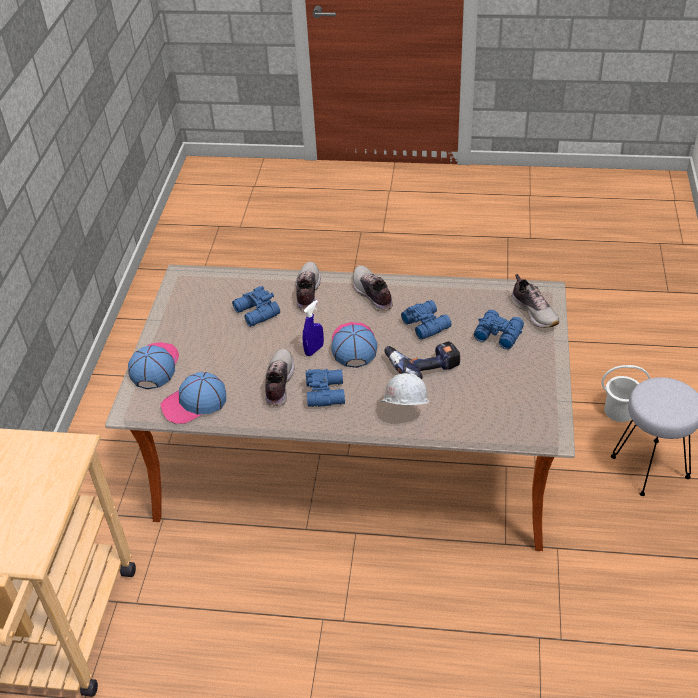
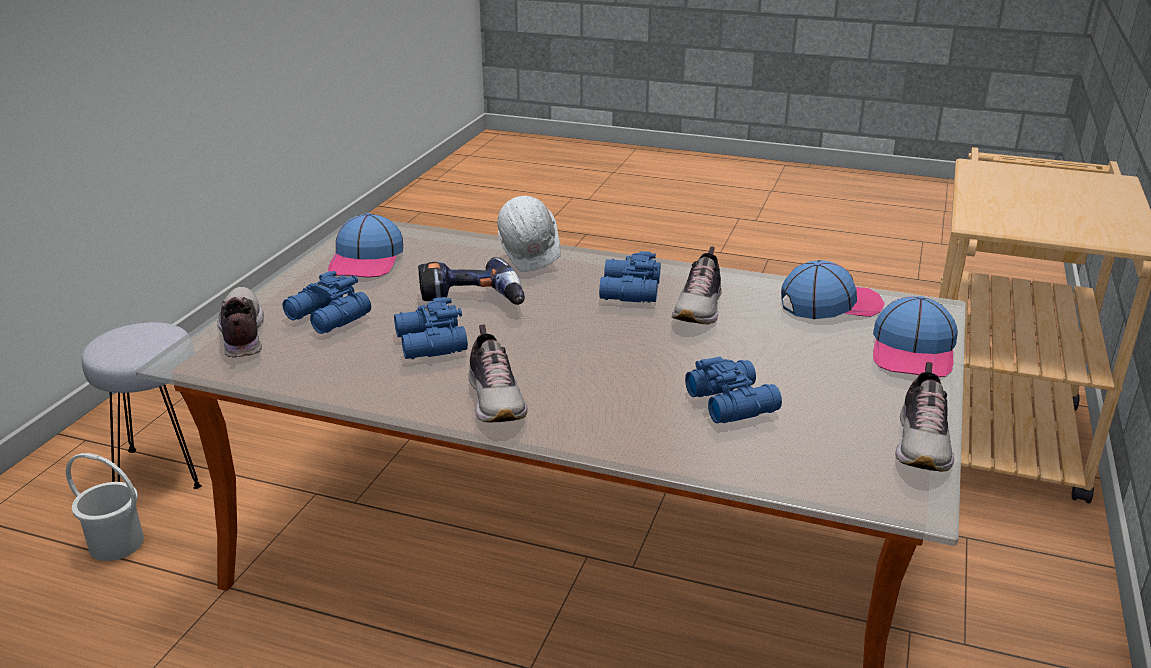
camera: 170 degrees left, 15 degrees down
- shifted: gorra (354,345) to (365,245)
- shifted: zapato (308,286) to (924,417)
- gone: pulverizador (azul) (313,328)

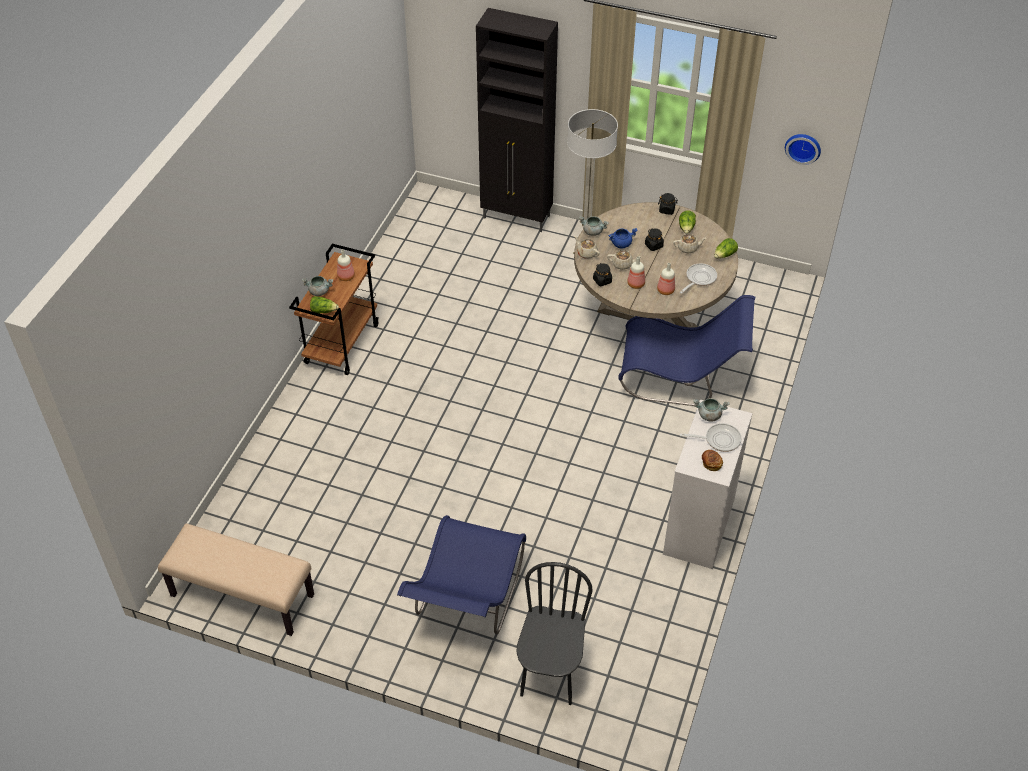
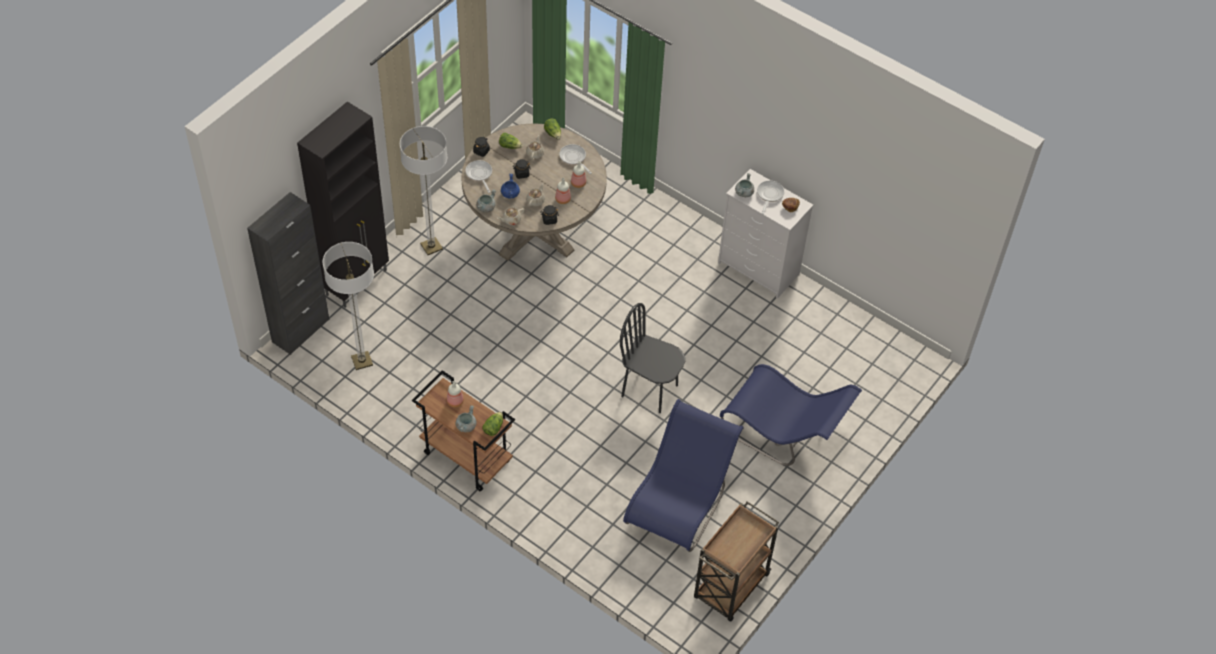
camera: 75 degrees left, 5 degrees up
- new: armario (negro) (288,273)
- new: lámpara de pie (348,306)
- new: sartén (479,176)
- shifted: silla (negro) (554,633) to (652,358)
- shifted: silla (azul) (687,350) to (683,475)
- swapped: banco (beis) (236,579) to carrito (marrón) (736,561)
- gone: reloj de pared (803,149)

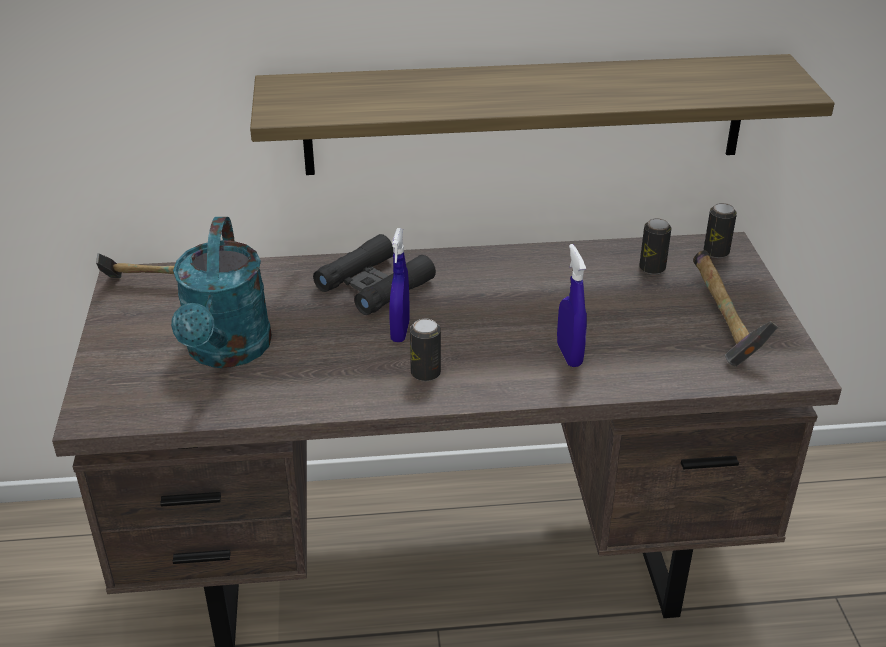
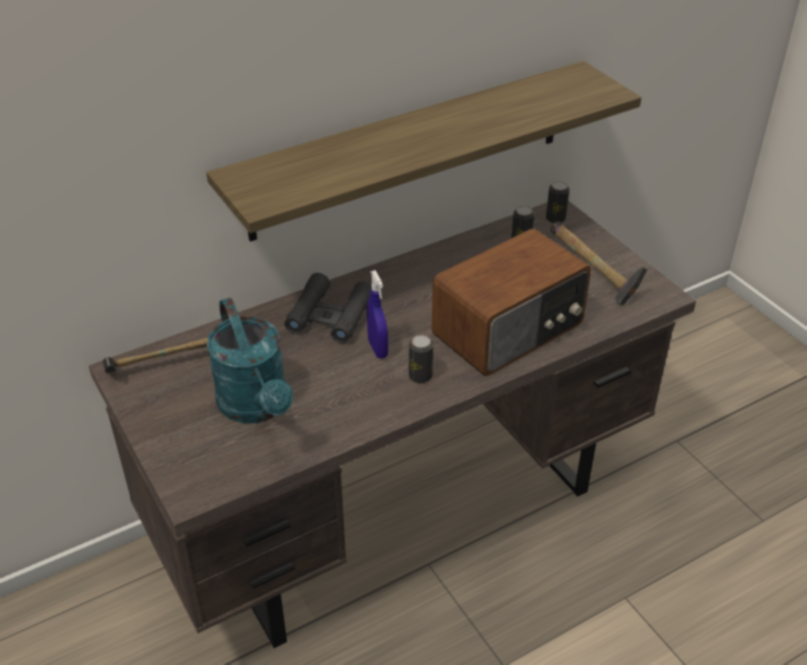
camera: 25 degrees left, 5 degrees up
- swapped: pulverizador (azul) (572,305) to radio (511,302)

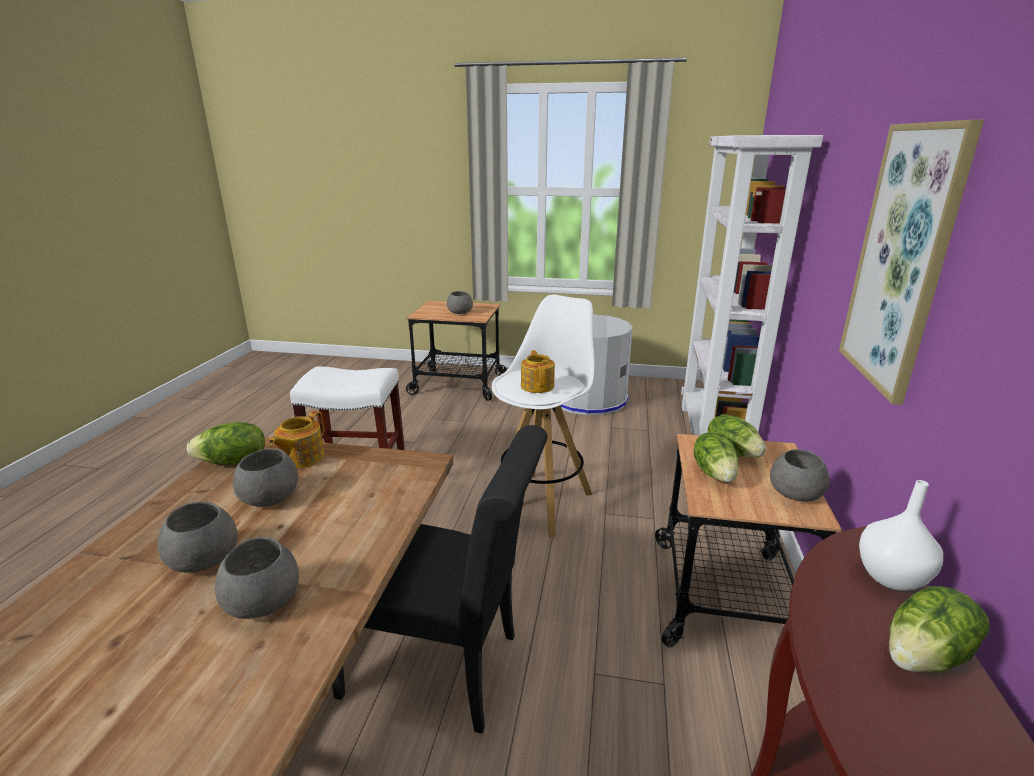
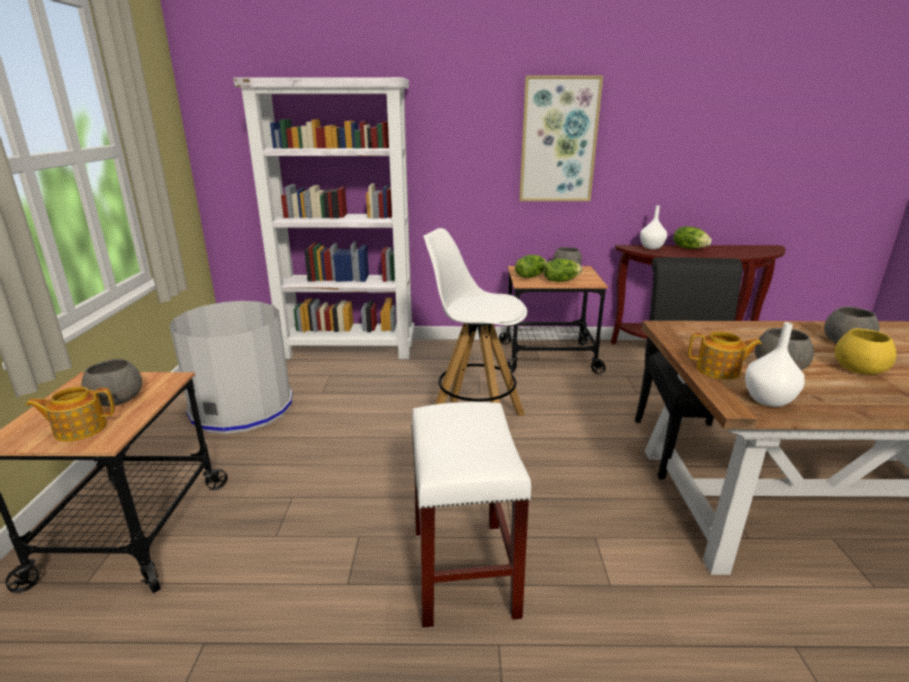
camera: 100 degrees left, 0 degrees up
- shifted: tetera (538,371) to (70,414)
- swapped: lechuga (226,443) to florero (blanco) (774,364)
- repainted: cuenco (gris) (197,537) to cuenco (amarillo) (865,351)

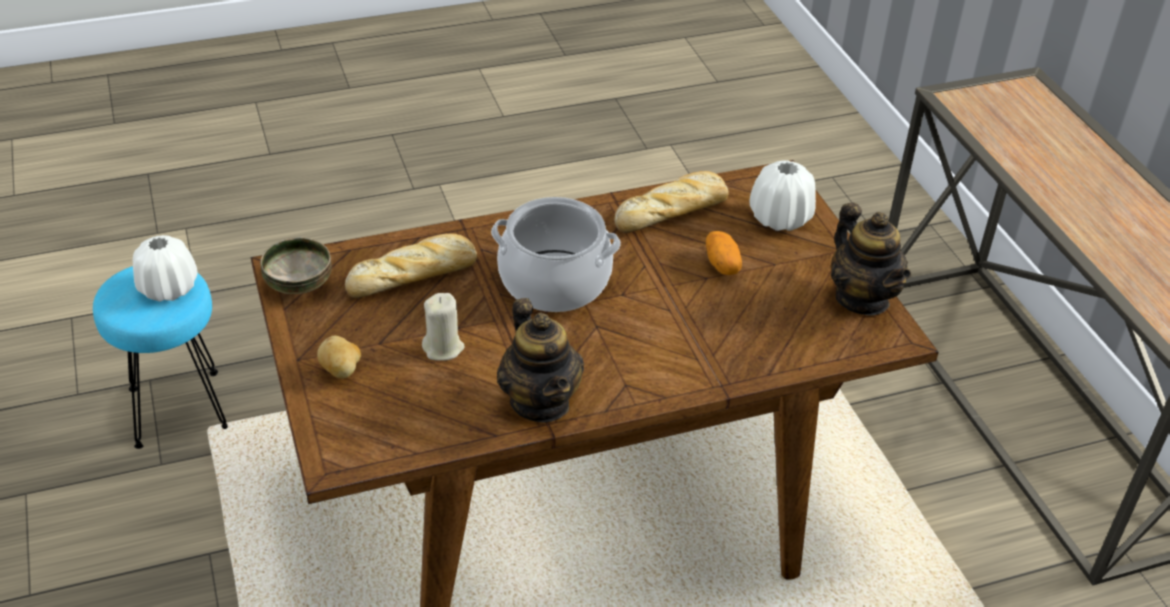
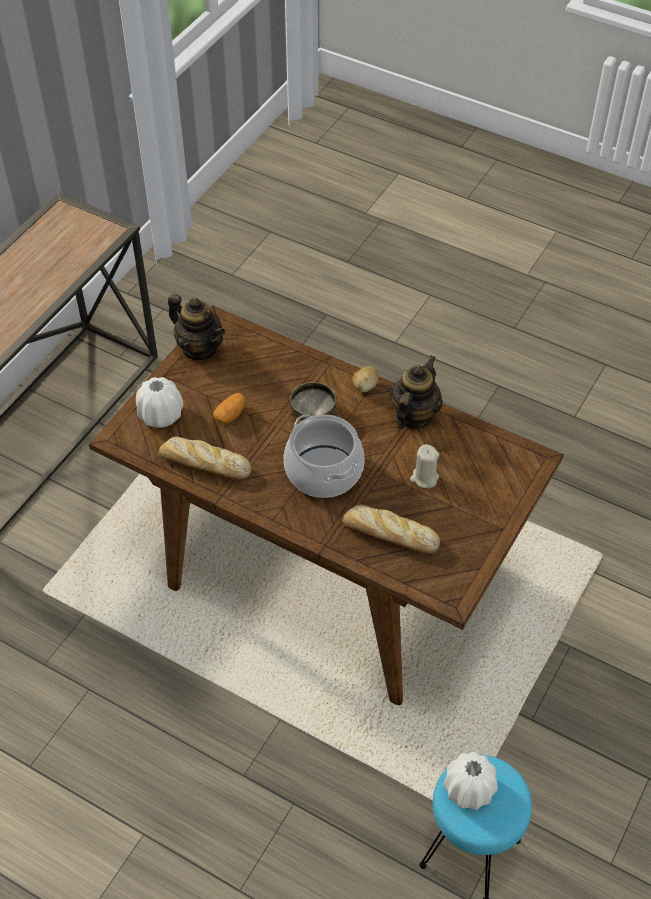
camera: 130 degrees left, 10 degrees up
- rotated: tetera (871,258) = (196,327) 105 degrees clockwise
- shifted: cuenco (296,265) to (313,401)
- shifted: patata (339,357) to (365,379)

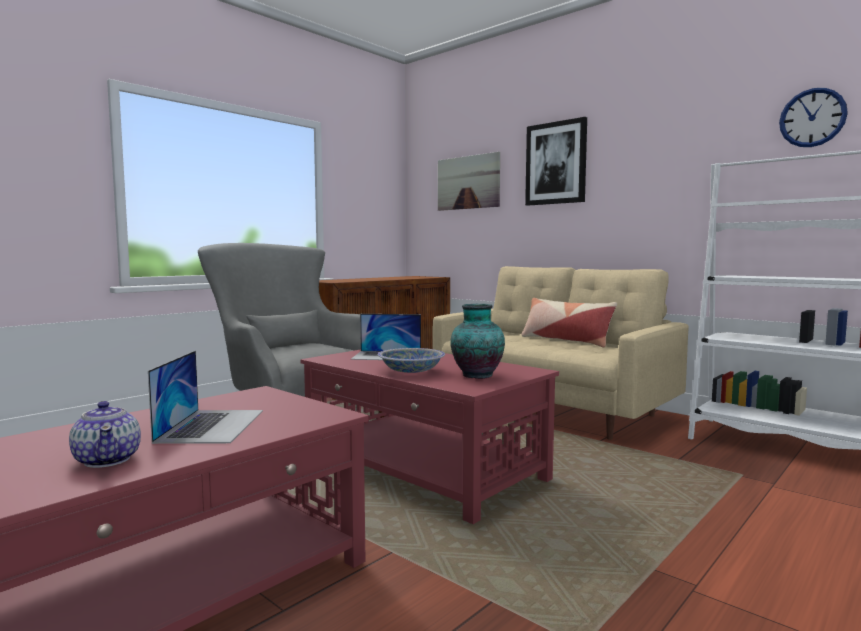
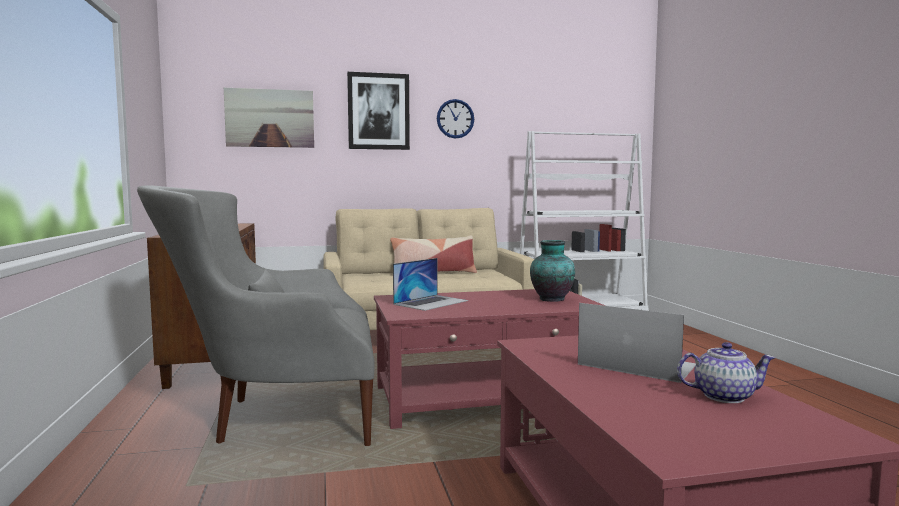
camera: 55 degrees left, 0 degrees up
- shifted: reloj de pared (813,117) to (455,119)
- gone: cuenco (411,360)

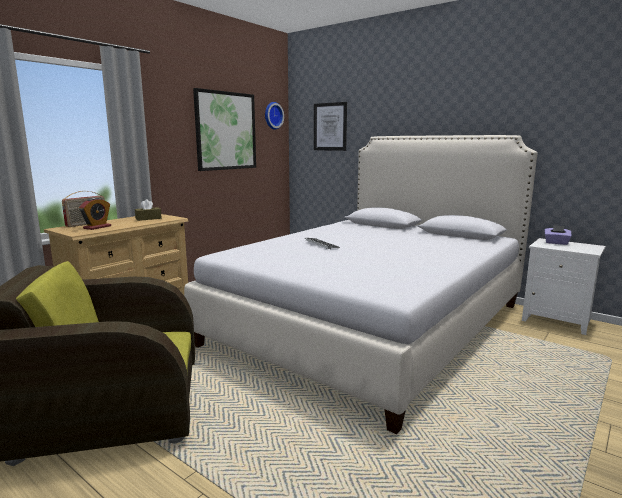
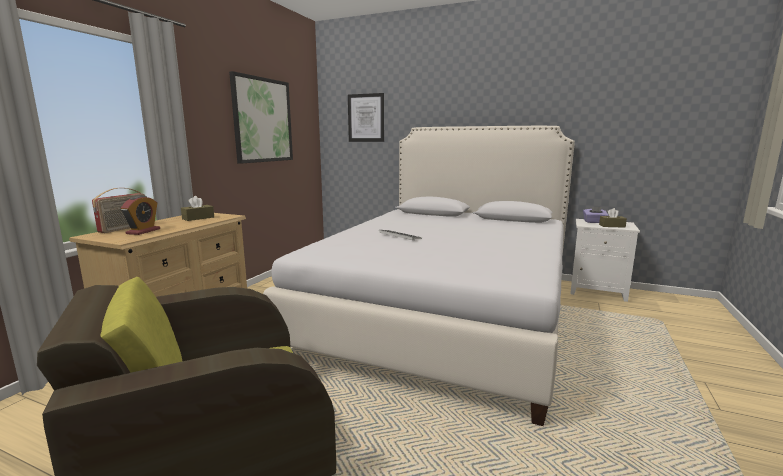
camera: 15 degrees left, 0 degrees up
- new: caja de pañuelos (marrón) (613,218)
- gone: reloj de pared (274,116)

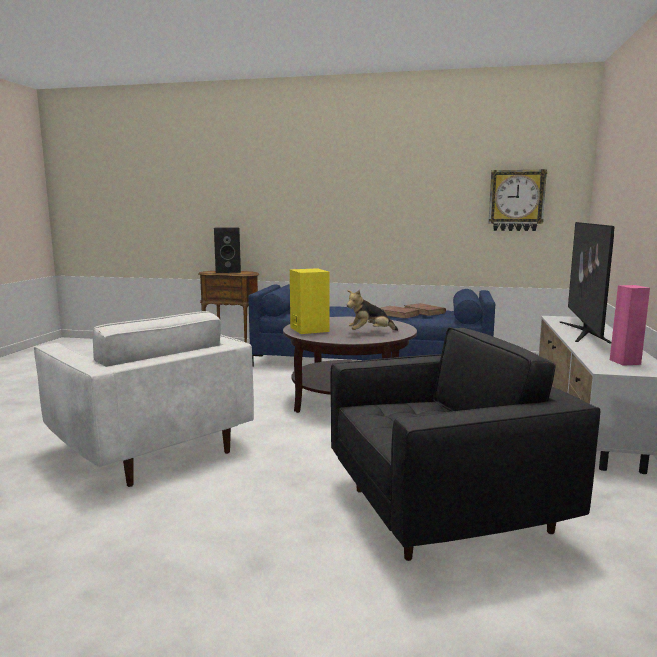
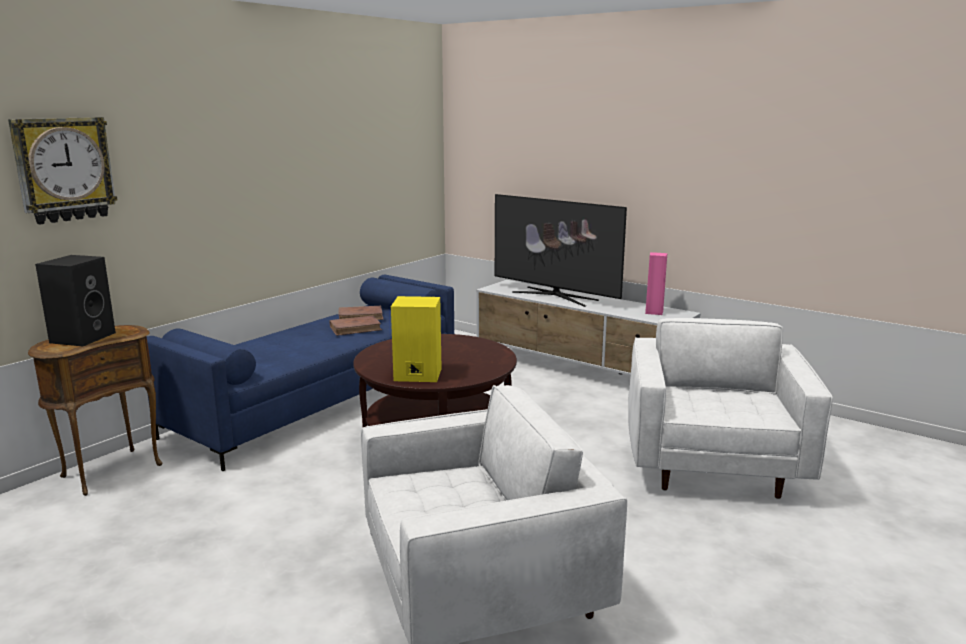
camera: 65 degrees left, 5 degrees up
- shifted: reloj de pared (517,200) to (62,170)
- repainted: sillón (negro) (465,444) to sillón (blanco) (730,408)
- gone: peluche (372,310)

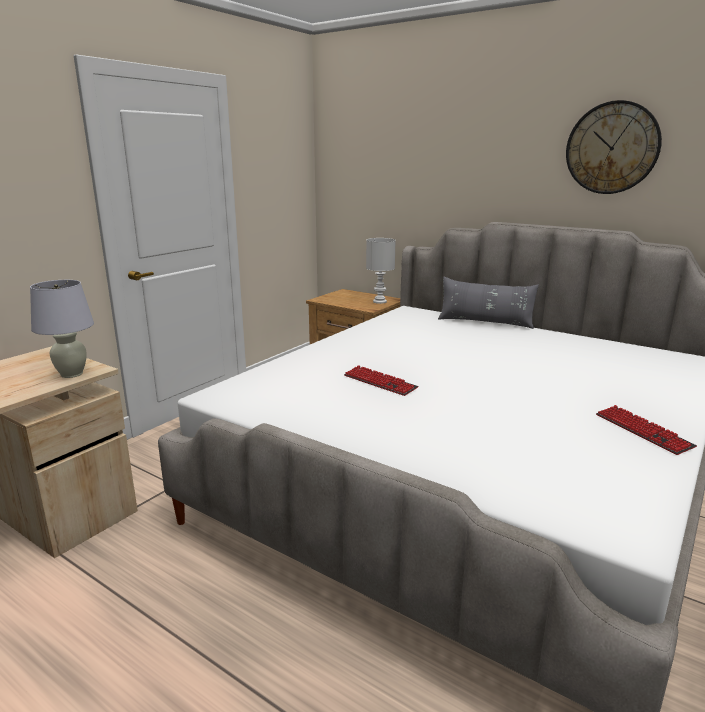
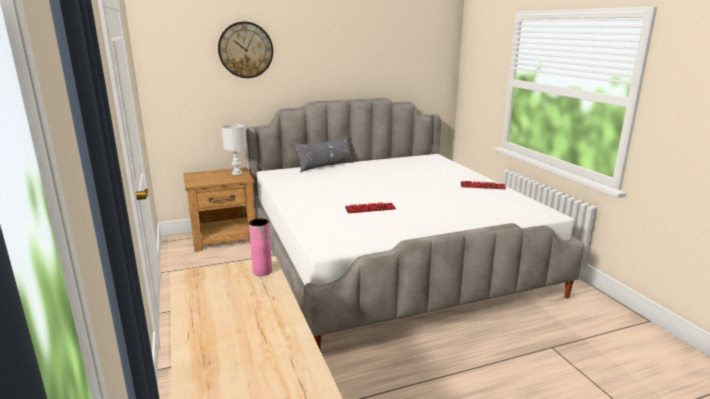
camera: 55 degrees left, 0 degrees up
- shifted: reloj de pared (614,147) to (245,50)
- swapped: lámpara de mesa (blanco) (62,329) to florero (rosa) (260,247)

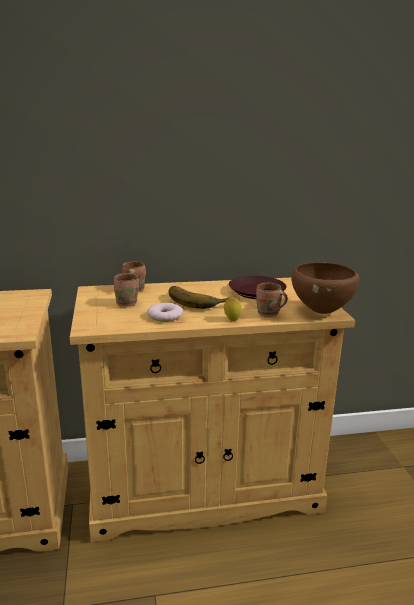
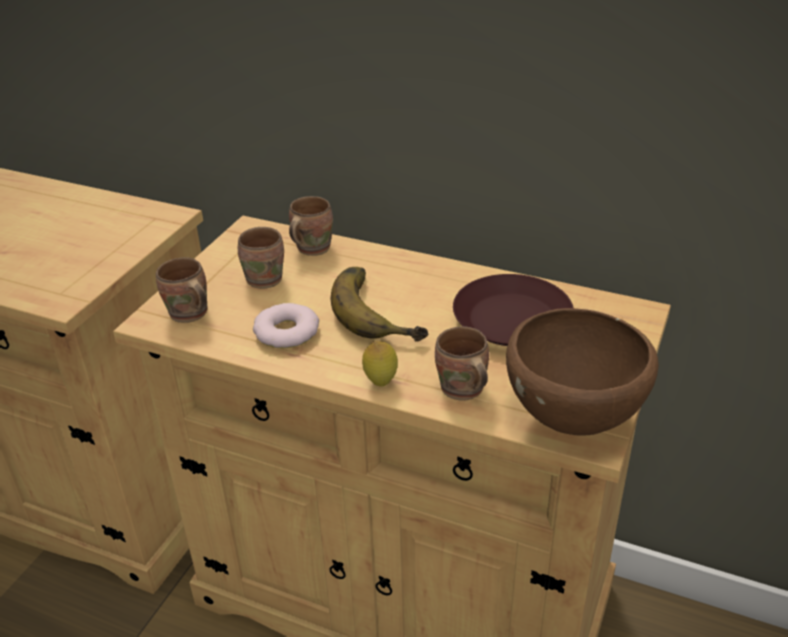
camera: 35 degrees right, 15 degrees up
- new: taza grande (marrón) (181,290)

